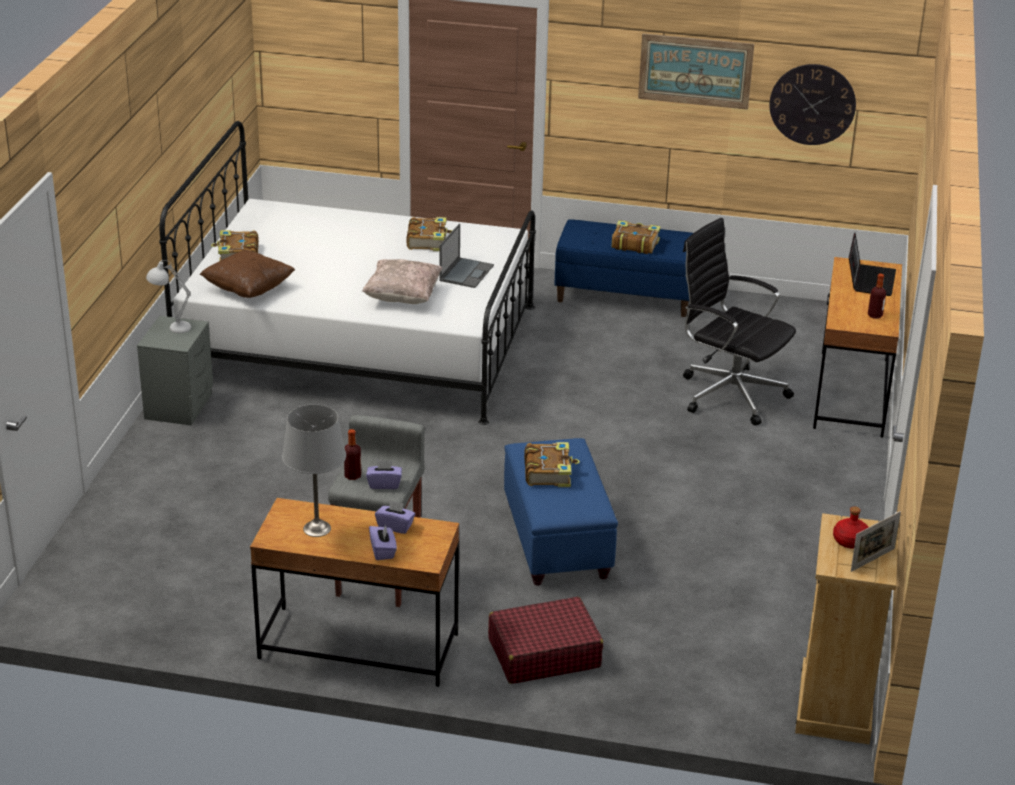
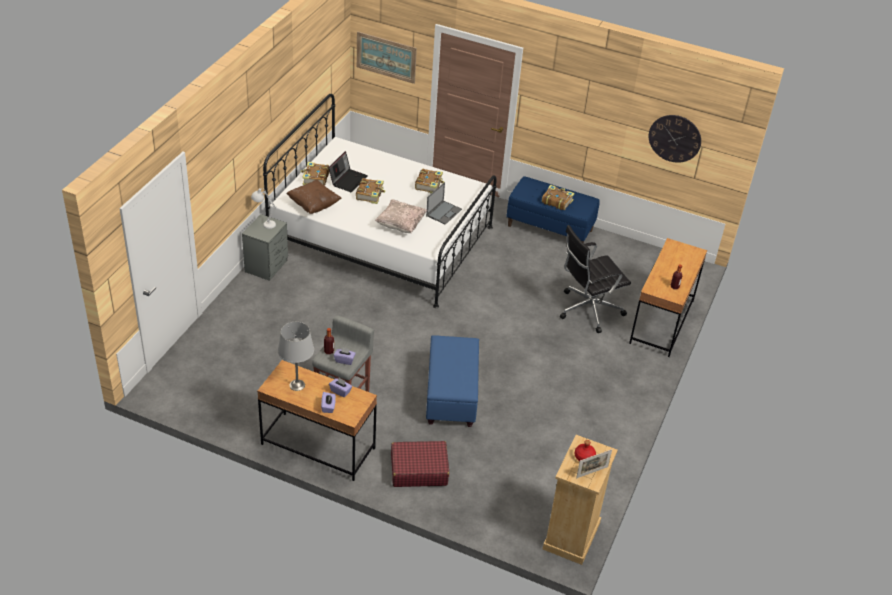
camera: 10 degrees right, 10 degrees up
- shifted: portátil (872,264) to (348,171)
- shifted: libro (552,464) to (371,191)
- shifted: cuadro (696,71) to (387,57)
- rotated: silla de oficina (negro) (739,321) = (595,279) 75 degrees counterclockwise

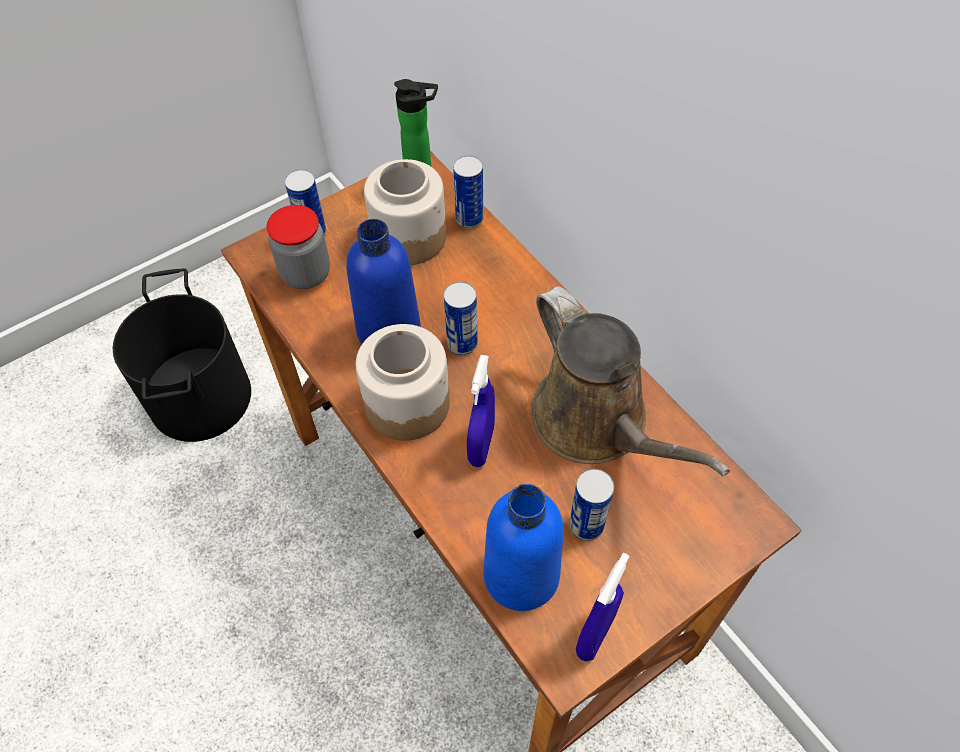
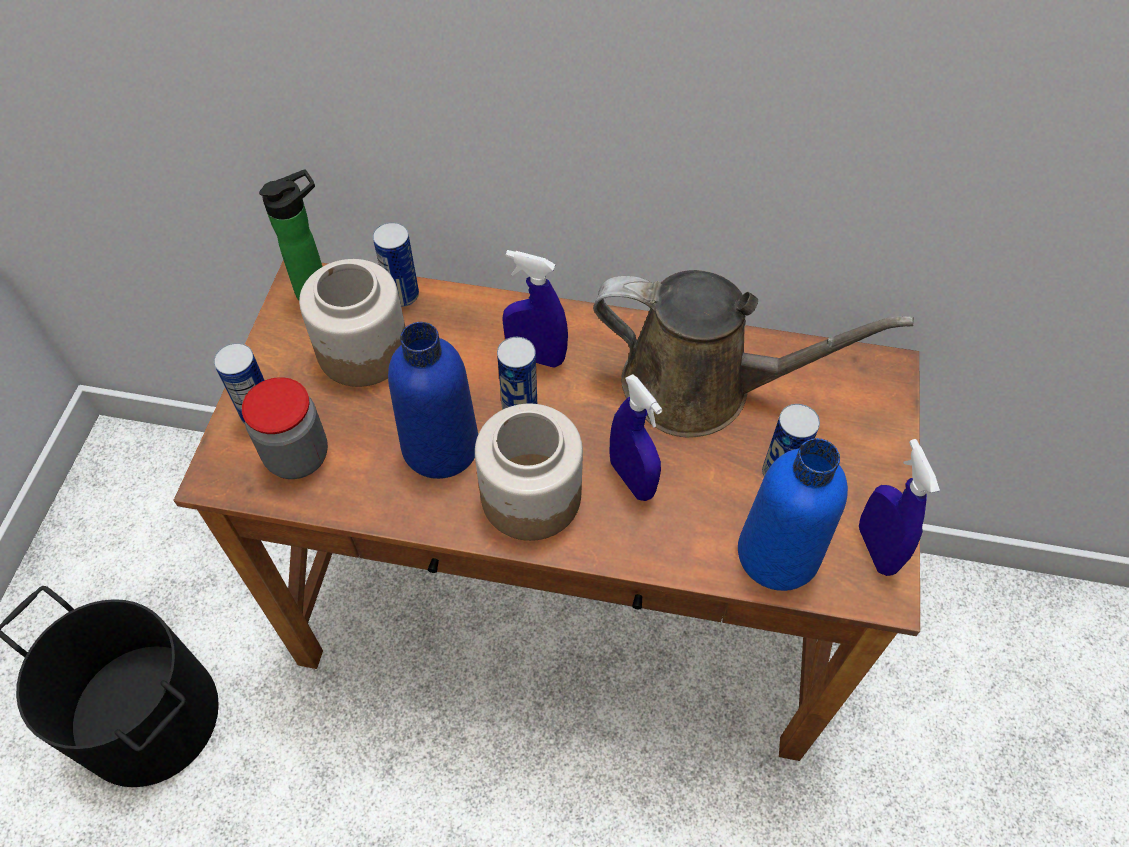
camera: 45 degrees left, 0 degrees up
- new: pulverizador (azul) (535,309)

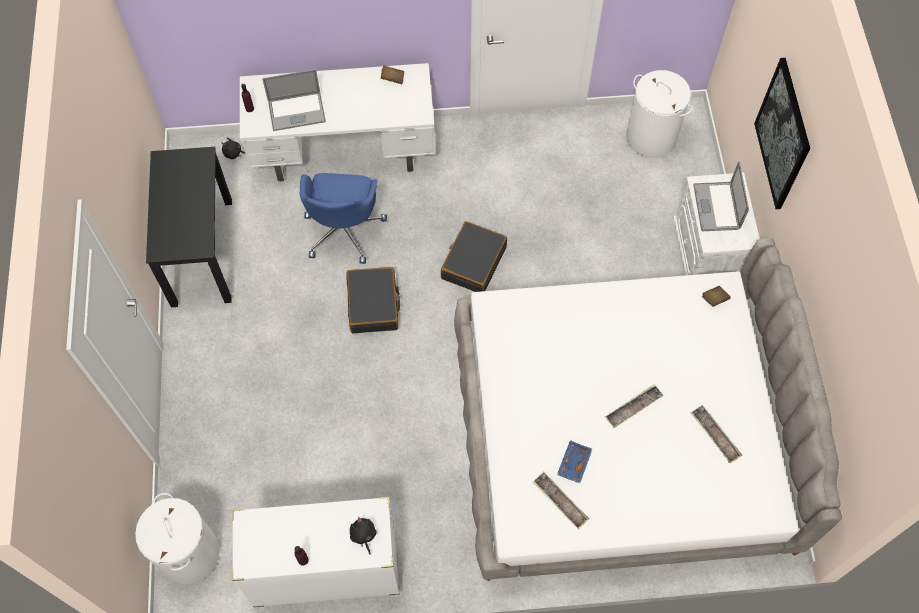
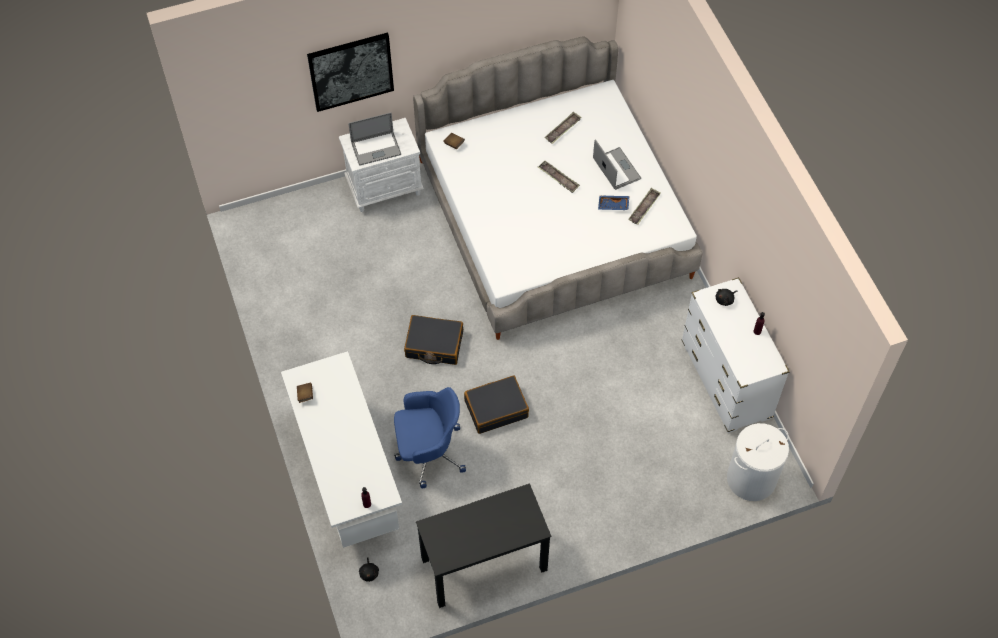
camera: 105 degrees left, 5 degrees down
- shifted: portátil (294,100) to (617,164)
- gone: cesto de la ropa (blanco) (659,114)

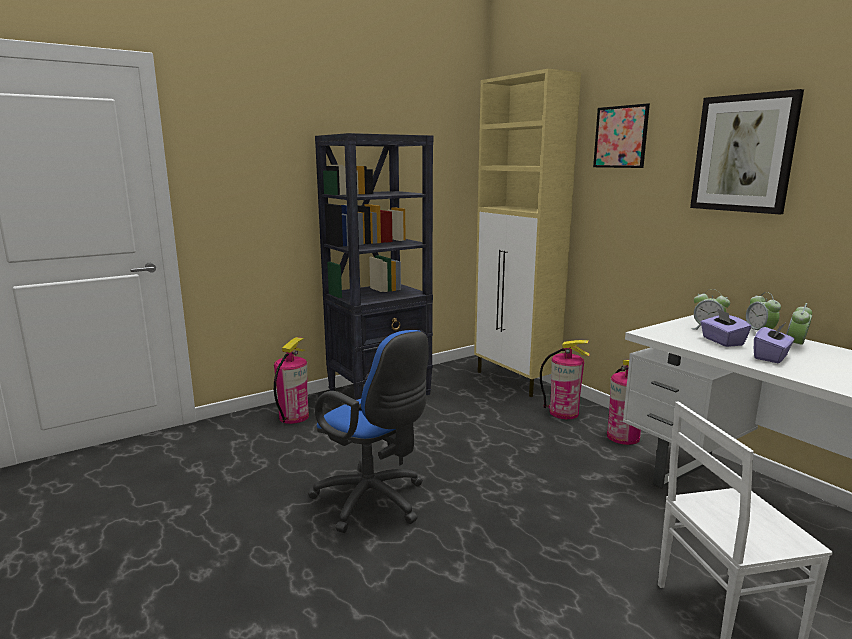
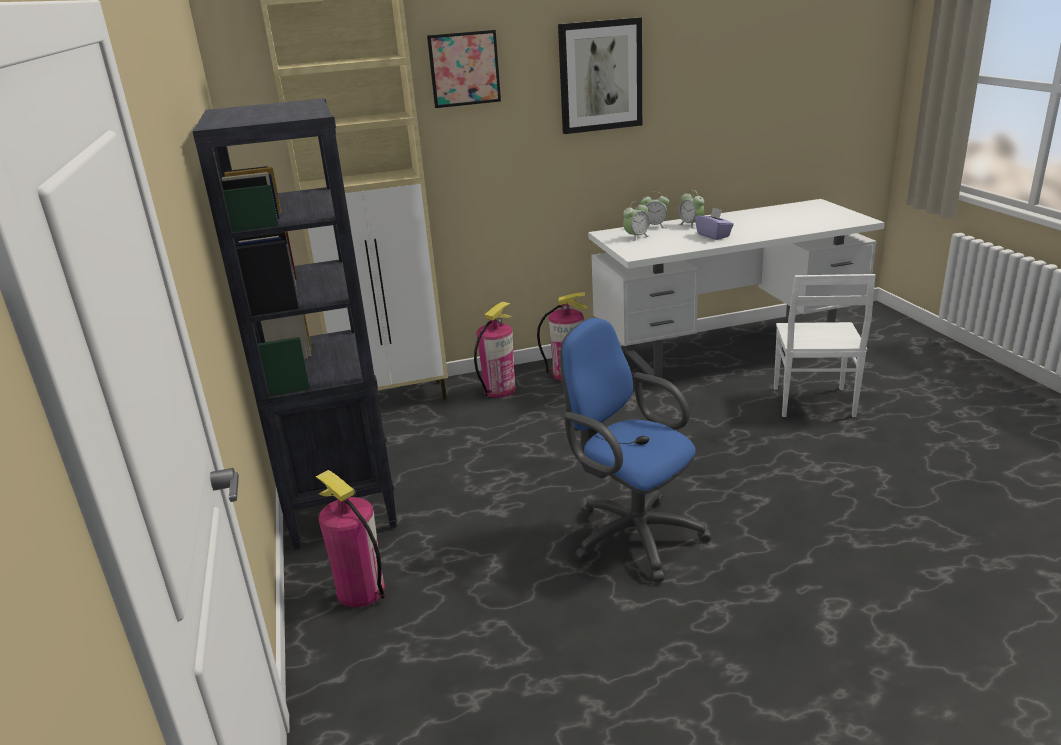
camera: 70 degrees left, 10 degrees up
- rotated: silla de oficina (azul) (368,431) = (635,450) 105 degrees counterclockwise
- gone: caja de pañuelos (morado) (725,327)

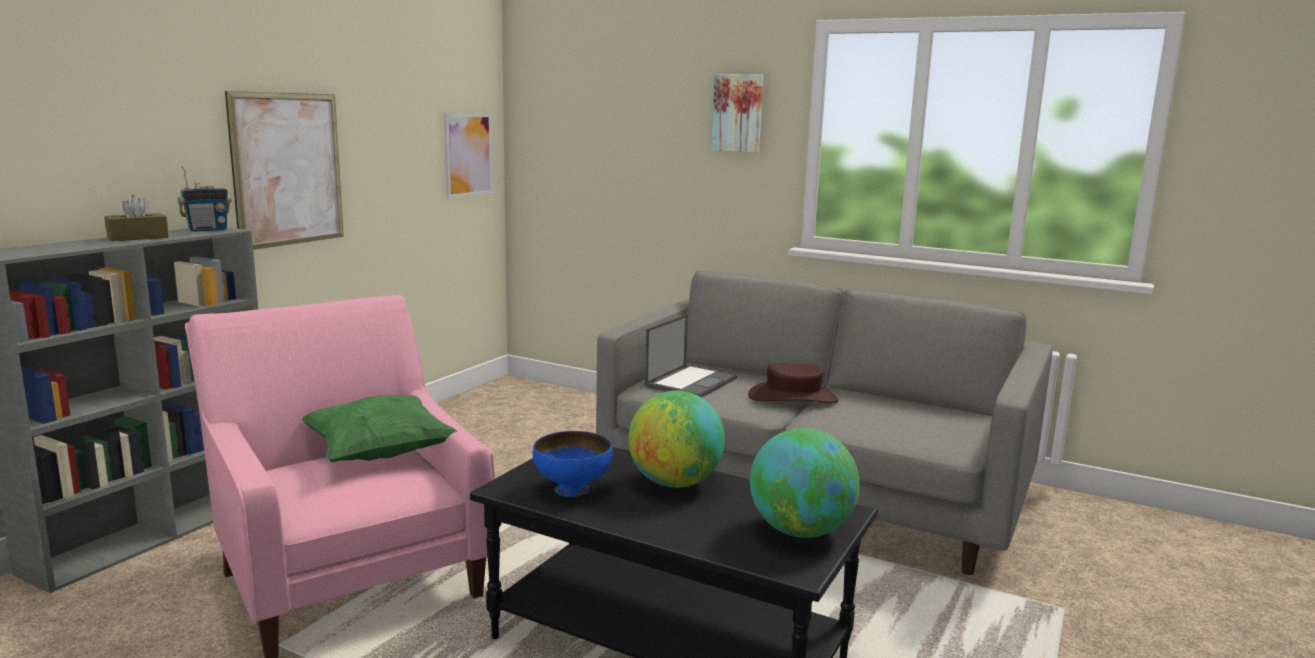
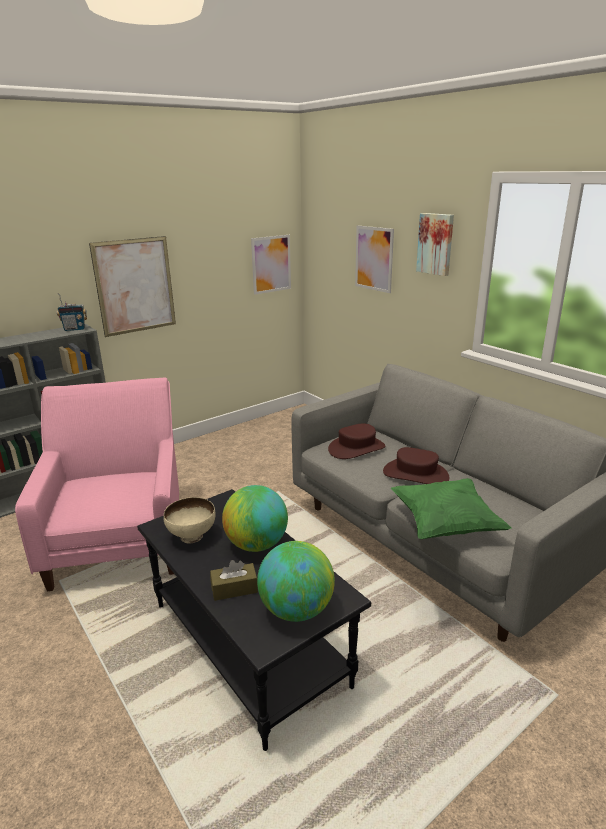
camera: 25 degrees right, 10 degrees up
- repainted: cuenco (azul) (573,464) to cuenco (beis) (189,520)
- shifted: caja de pañuelos (marrón) (137,218) to (234,580)
- swapped: portátil (691,356) to sombrero (marrón) (356,441)
- new: cuadro (374,259)
- shifted: cojín (verde) (379,428) to (451,508)

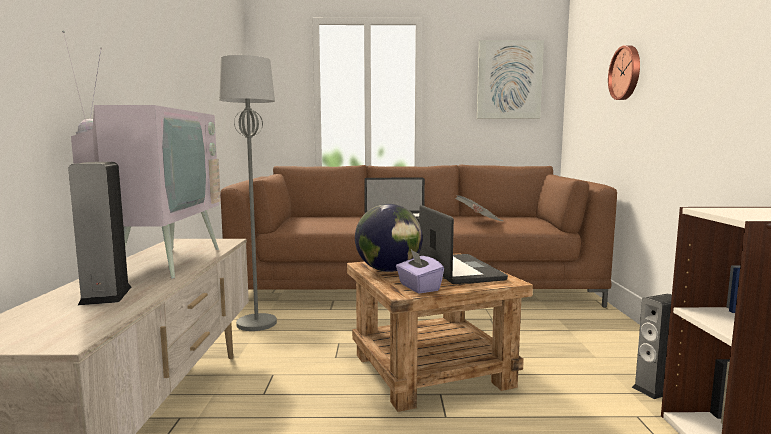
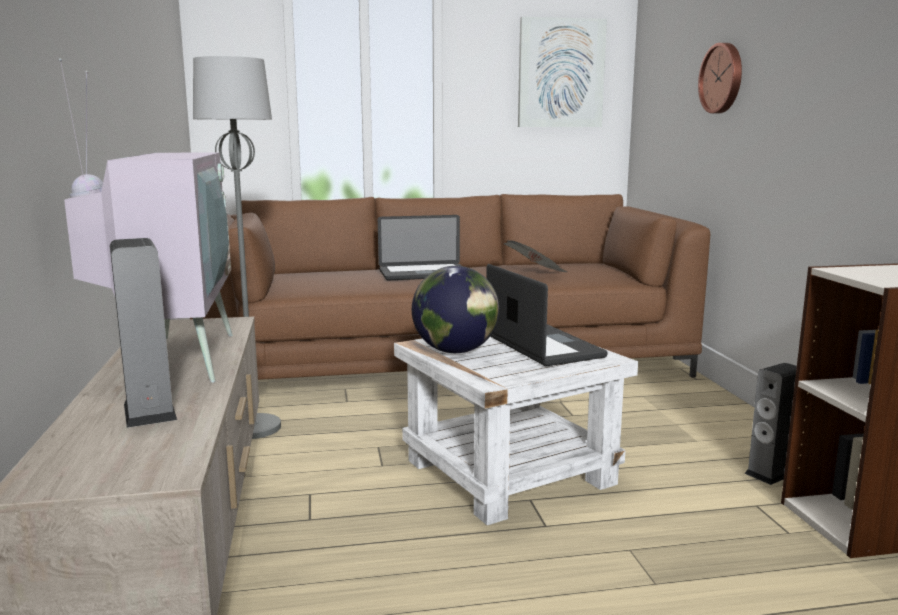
camera: 10 degrees left, 5 degrees up
- repainted: mesa auxiliar (marrón) (440,332) to mesa auxiliar (blanco) (516,431)
- gone: caja de pañuelos (morado) (420,271)

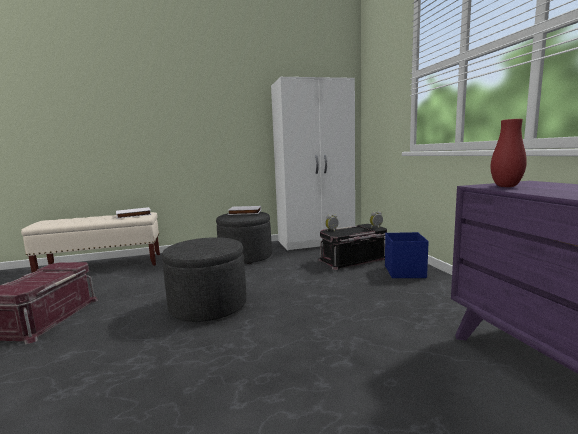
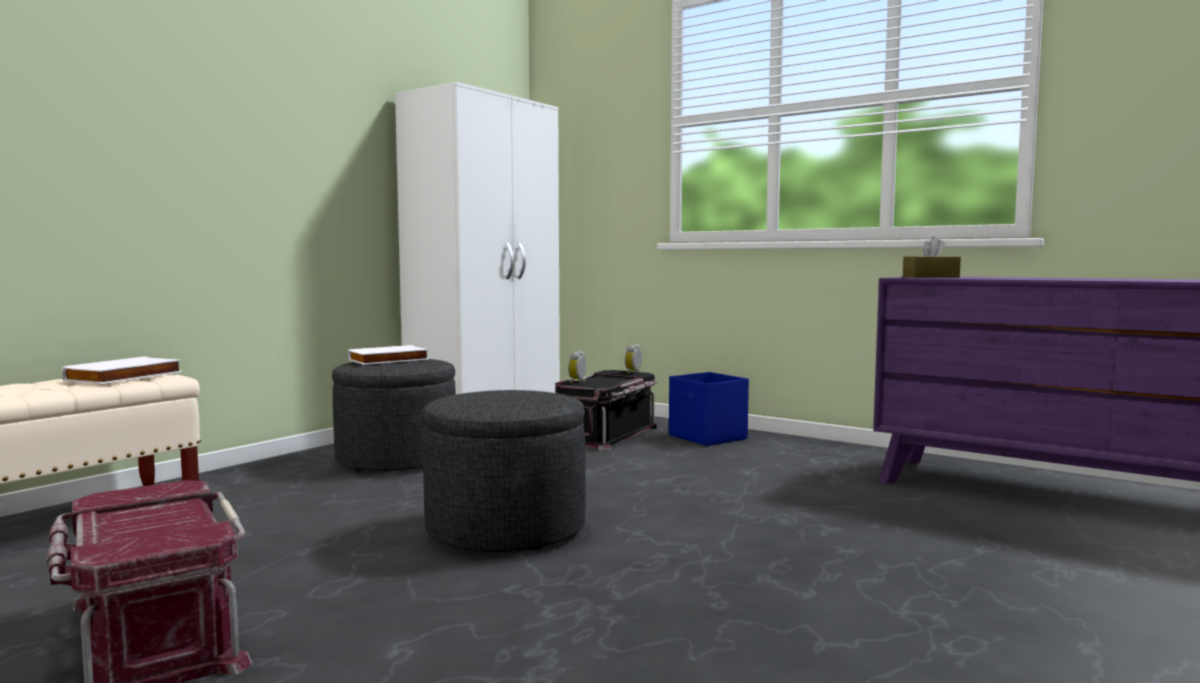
camera: 40 degrees left, 5 degrees down
- swapped: florero (rojo) (509,153) to caja de pañuelos (marrón) (932,257)

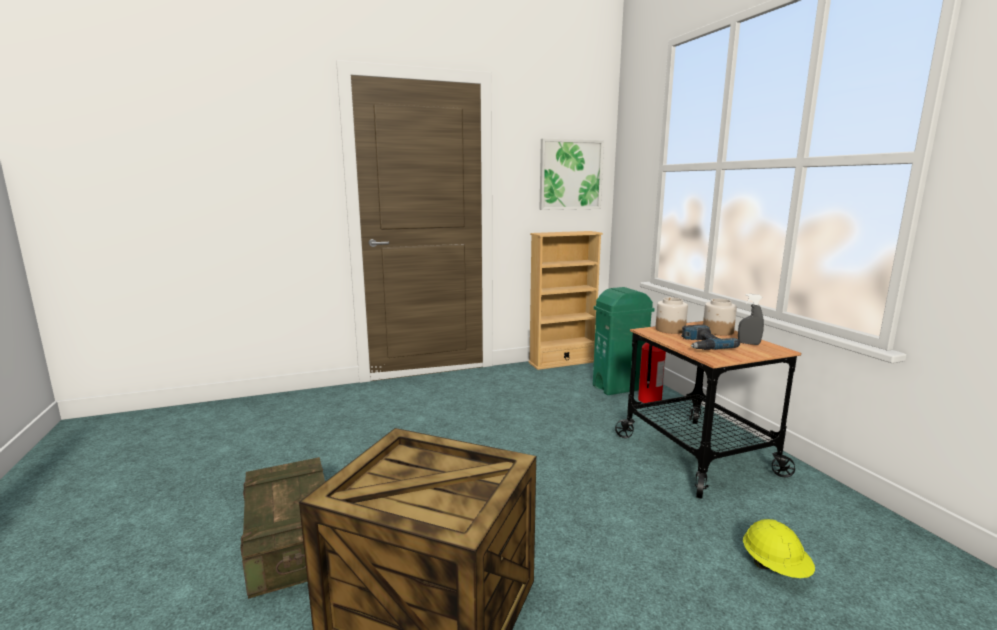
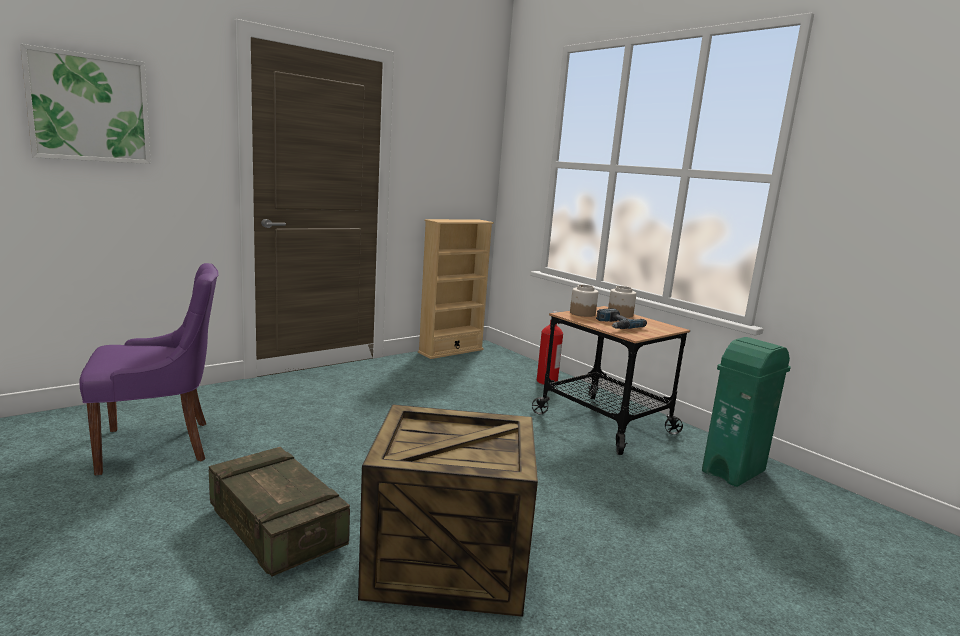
camera: 20 degrees left, 0 degrees up
- shifted: cuadro (571,174) to (85,104)
- new: silla (morado) (149,369)
- shifted: papelera (verde) (624,341) to (746,412)
- gone: pulverizador (gris) (751,319)
- gone: casco (amarillo) (779,548)

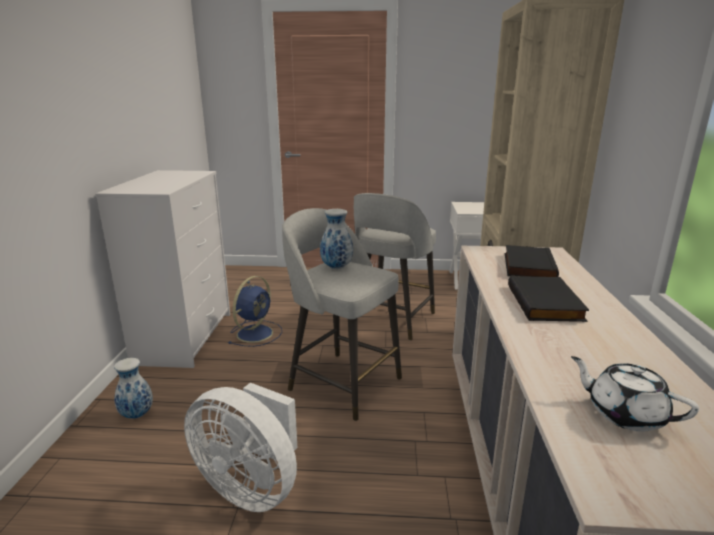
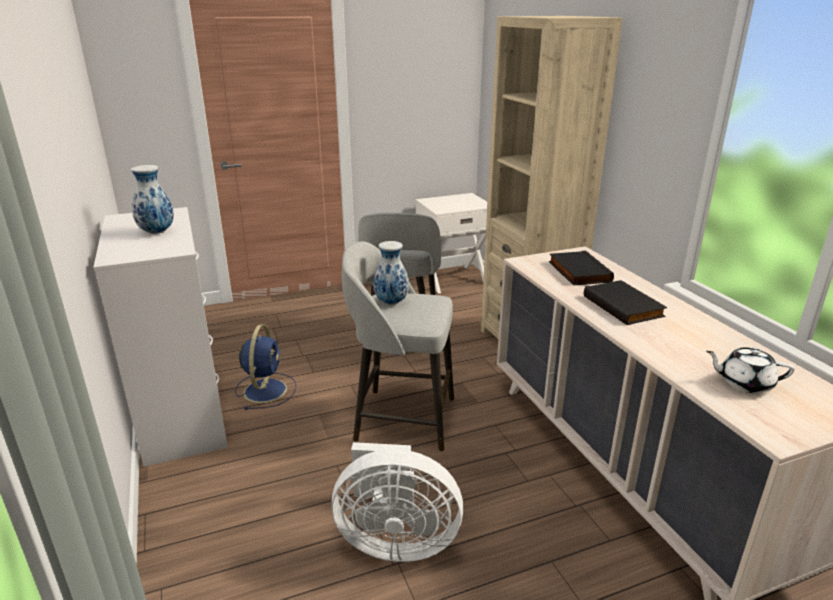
camera: 25 degrees left, 5 degrees up
- shifted: florero (133,388) to (152,199)

